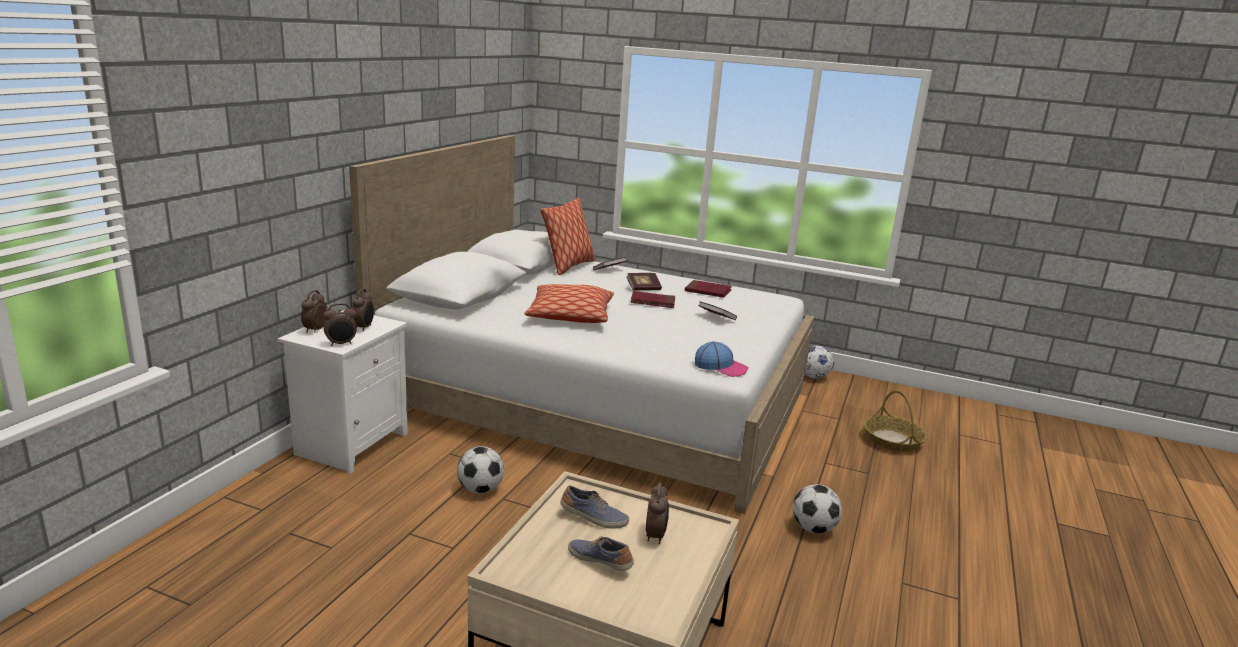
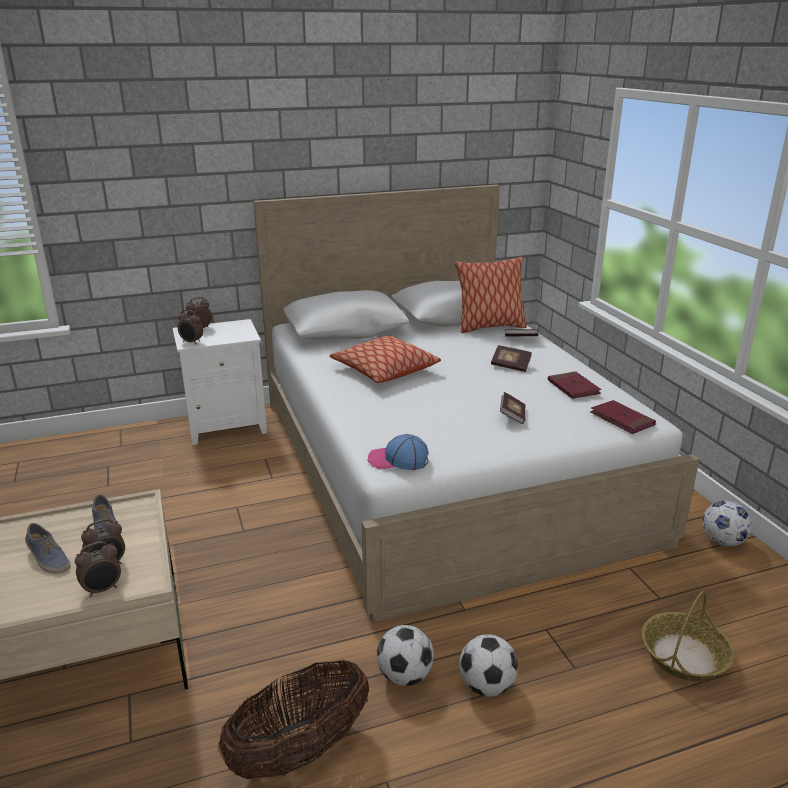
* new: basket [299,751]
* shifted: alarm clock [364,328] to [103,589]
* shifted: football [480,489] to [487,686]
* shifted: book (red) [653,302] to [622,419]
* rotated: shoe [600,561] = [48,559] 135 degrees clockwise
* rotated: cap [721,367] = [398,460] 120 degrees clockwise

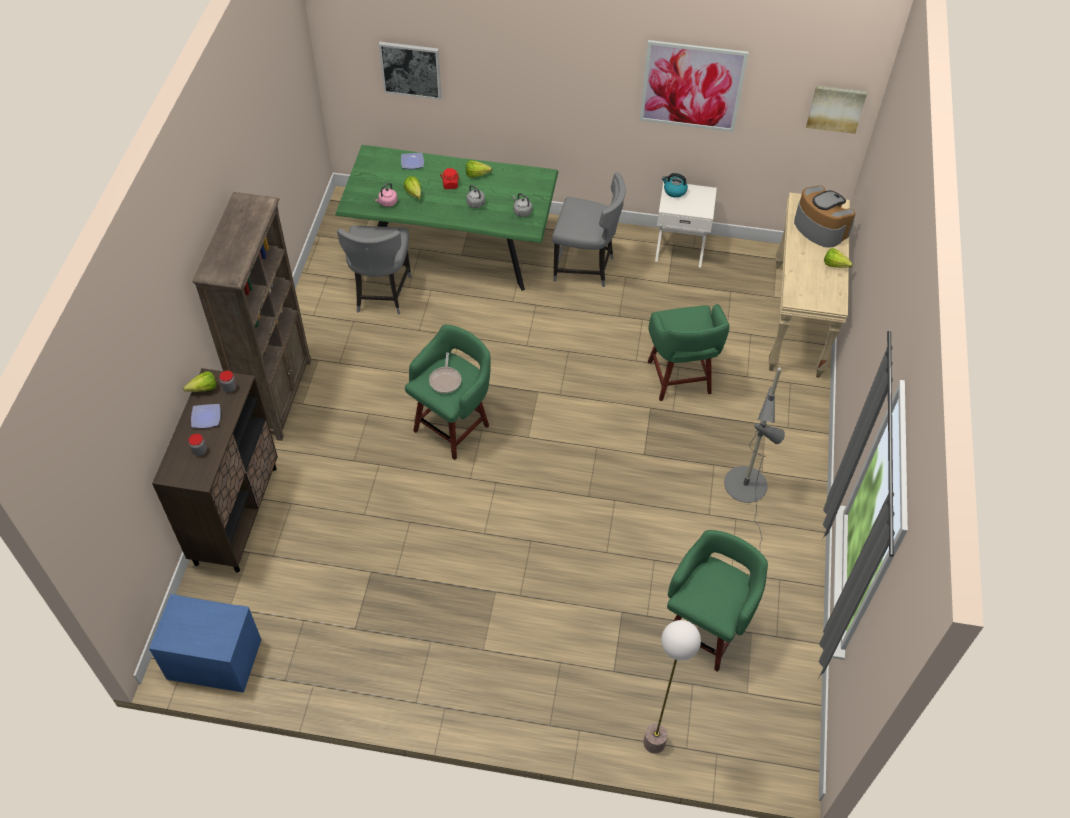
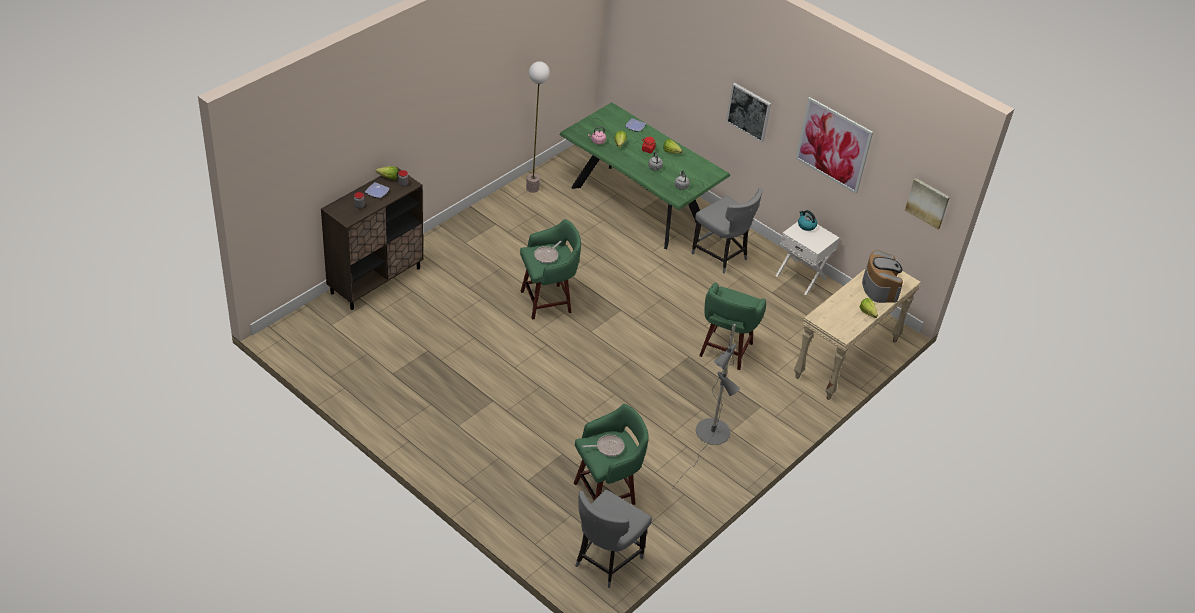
* gone: nightstand (blue) [214,658]
* gone: bookcase (brown) [278,396]
* new: frying pan [608,447]
* shifted: chair (grey) [381,294] to [606,561]
* shifted: picture [411,69] to [749,112]
* shifted: floor lamp [654,743] to [532,188]

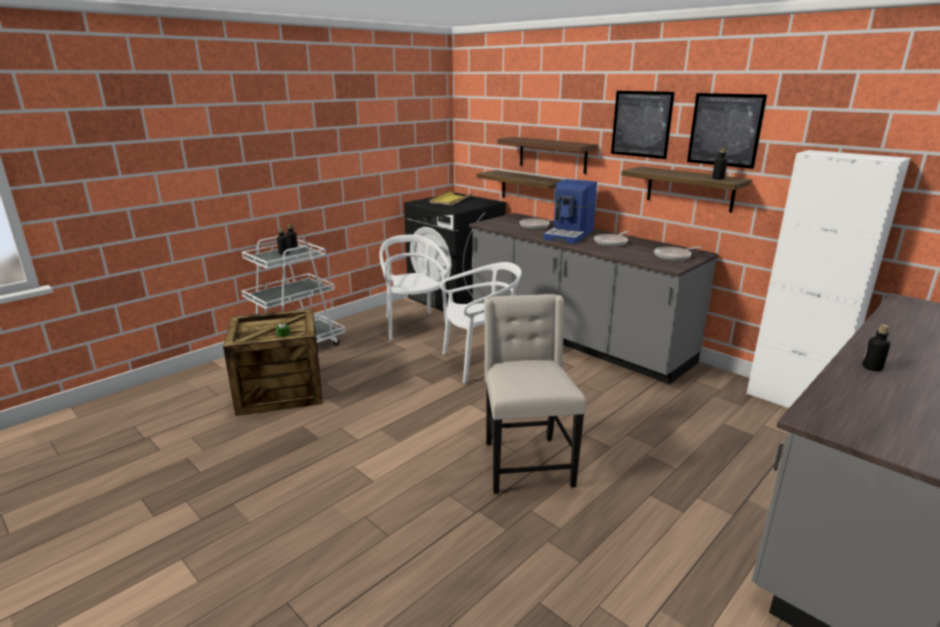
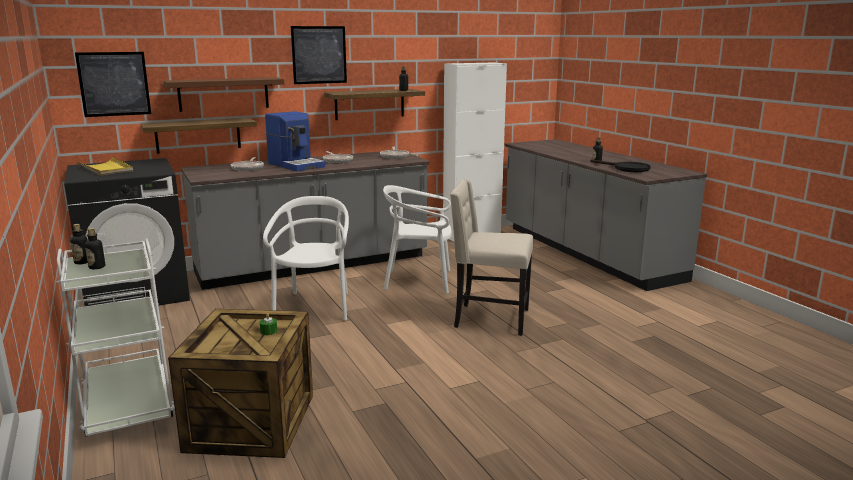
* new: frying pan (black) [626,168]
* shifted: chair (white) [414,326] to [419,281]
* shifted: picture [725,130] to [114,84]

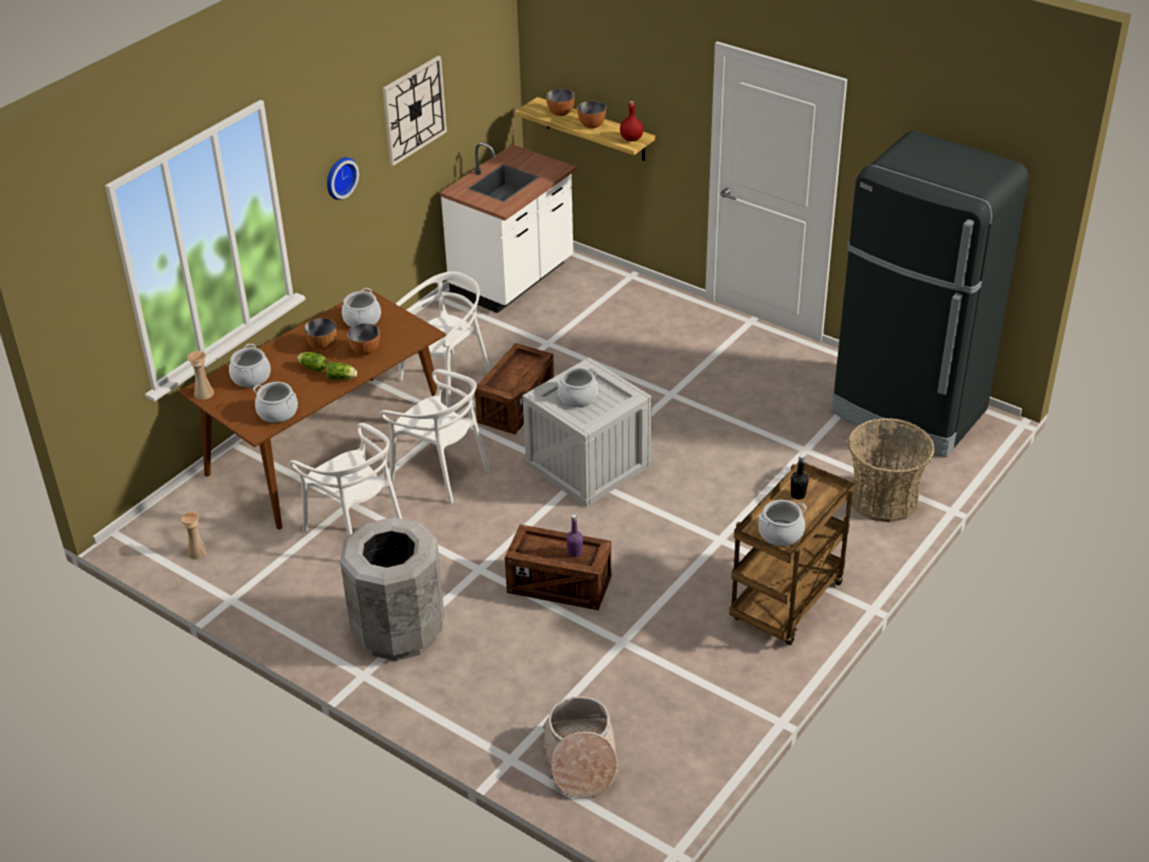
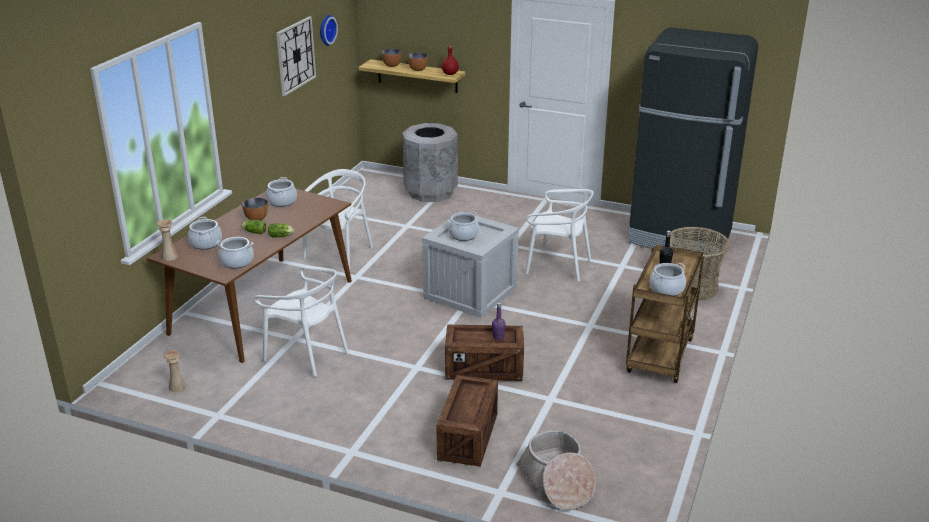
* gone: bowl [365,351]
* gone: counter (white) [513,280]
* shifted: wall clock [339,177] to [326,30]
* shifted: trash can (grey) [398,631] to [430,192]
* shifted: chair (white) [440,472] to [558,266]
* shifted: crate [516,405] to [468,437]

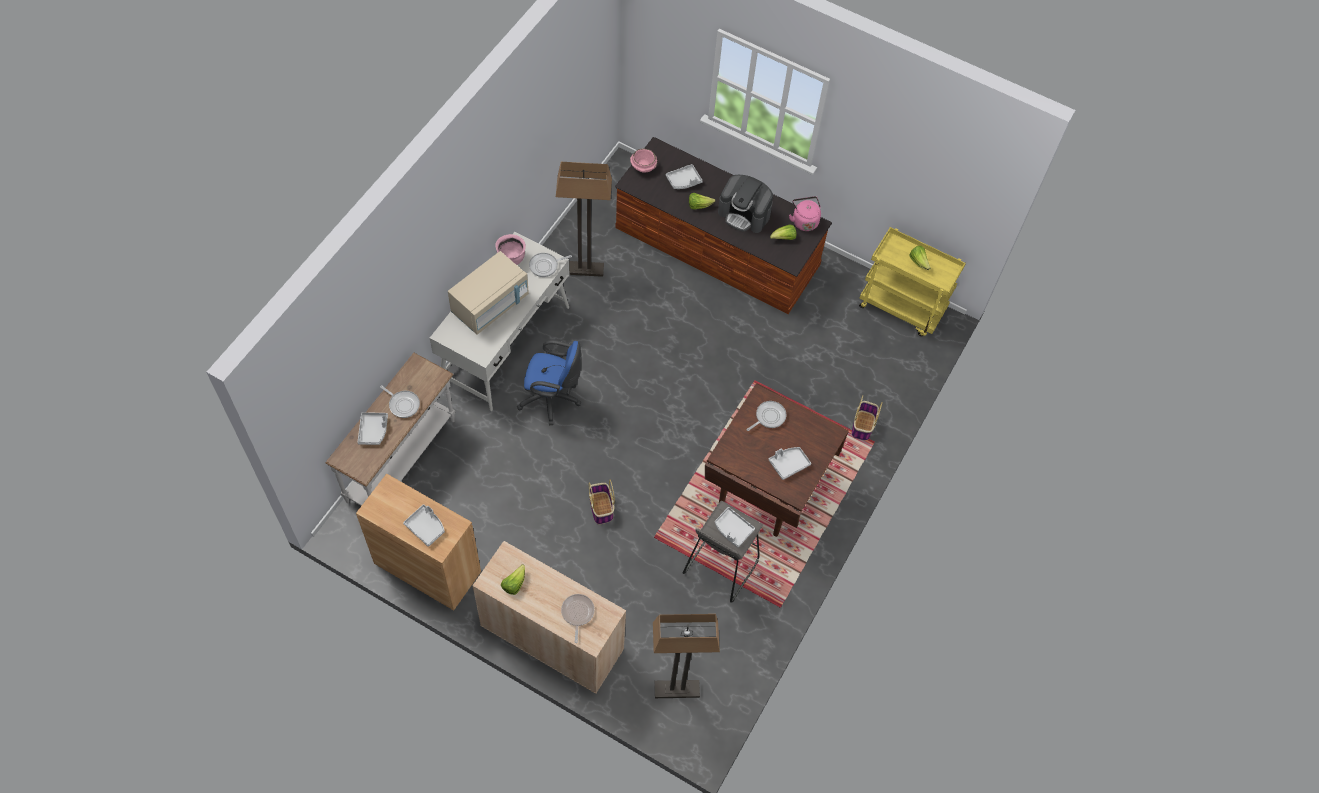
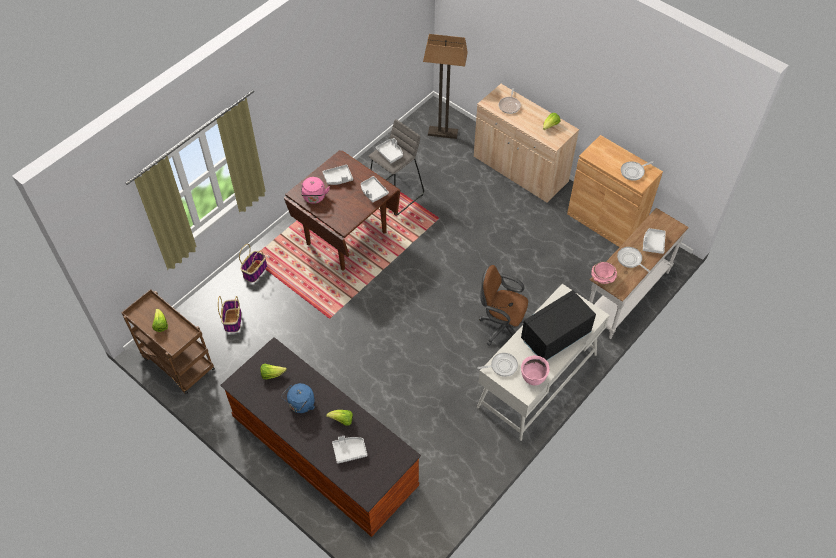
* gone: floor lamp [585,269]
* shifted: tray (grey) [426,527] to [373,192]
* shifted: basket [601,508] to [232,320]
* shifted: bowl (pink) [643,167] to [602,278]
* shifted: frying pan [768,417] to [633,172]
* shifted: kettle (pink) [804,221] to [314,198]
* swapped: coffee machine [744,214] to kettle (blue) [300,405]
* repainted: microwave (beige) [490,305] to microwave (black) [555,336]
* repainted: office chair (blue) [552,399] to office chair (brown) [501,327]
* repainted: cart (yellow) [902,308] to cart (brown) [177,363]

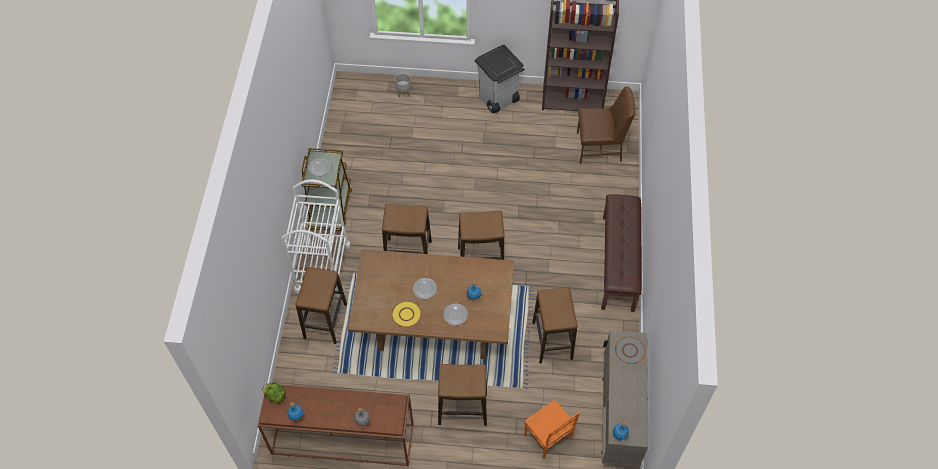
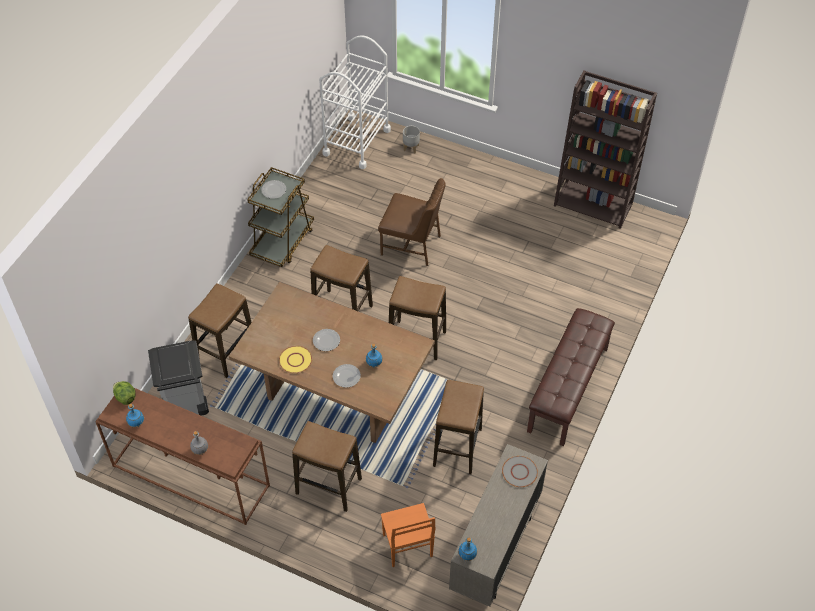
* shifted: cart (white) [322,268] to [356,142]
* shifted: trash can (grey) [498,100] to [185,405]
* shifted: chair (brown) [600,147] to [412,245]

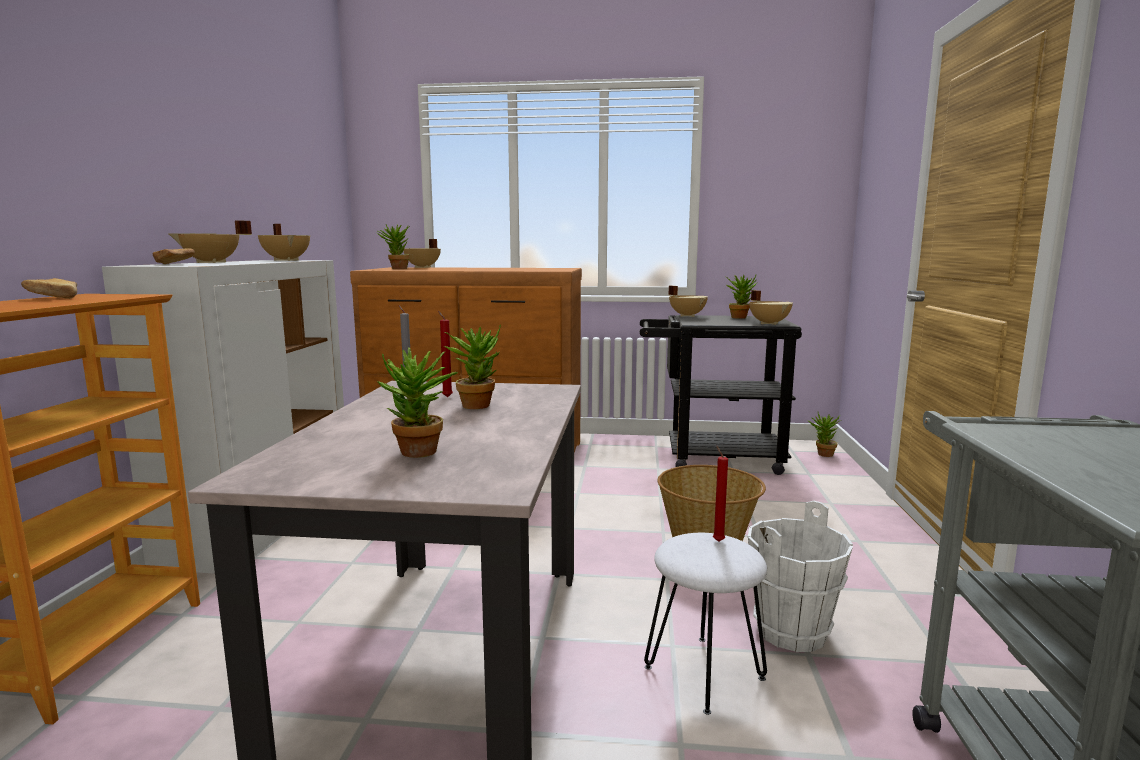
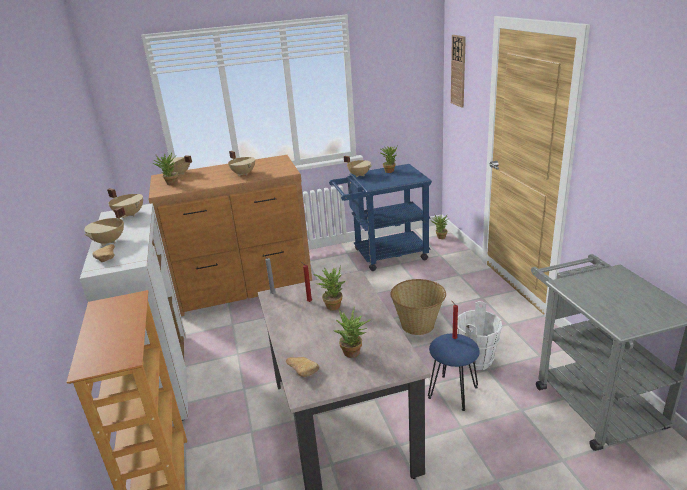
* new: wall clock [458,71]
* shifted: bread [56,297] to [301,370]
* shifted: cooking pot (beige) [769,323] to [244,173]
* repainted: cart (black) [712,458] to cart (blue) [384,255]
* repainted: stool (white) [705,673] to stool (blue) [453,392]

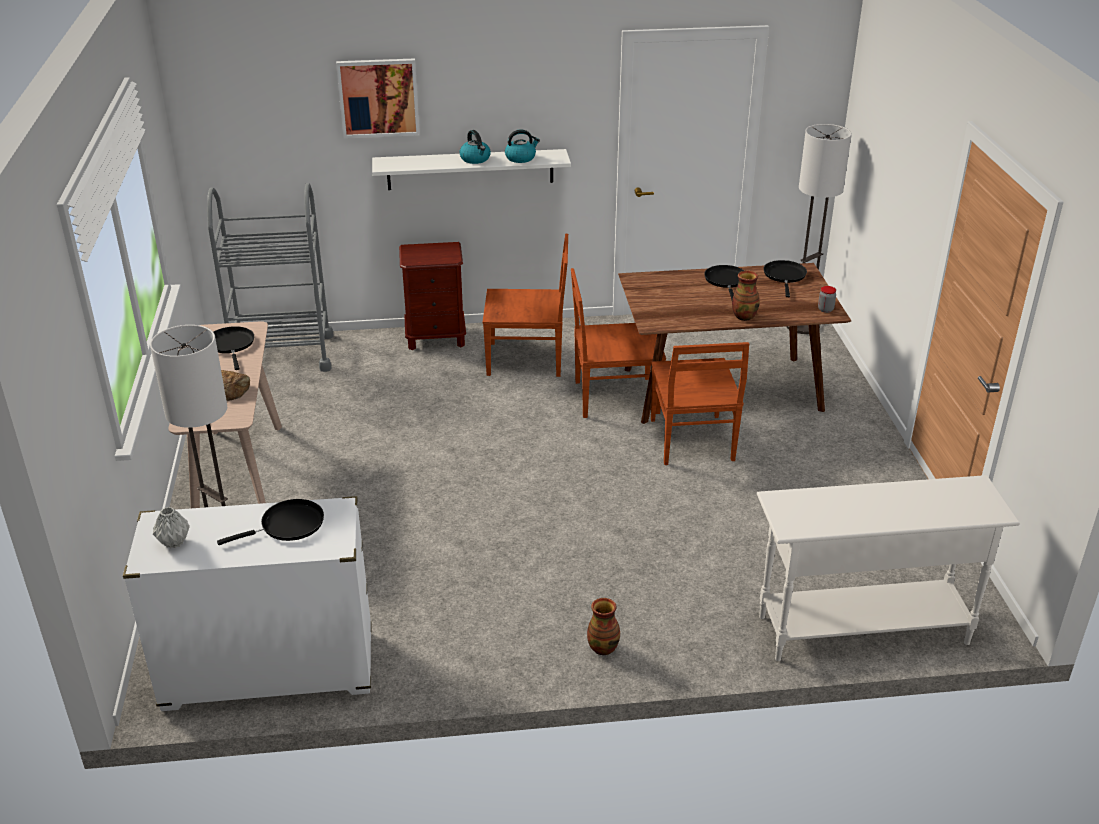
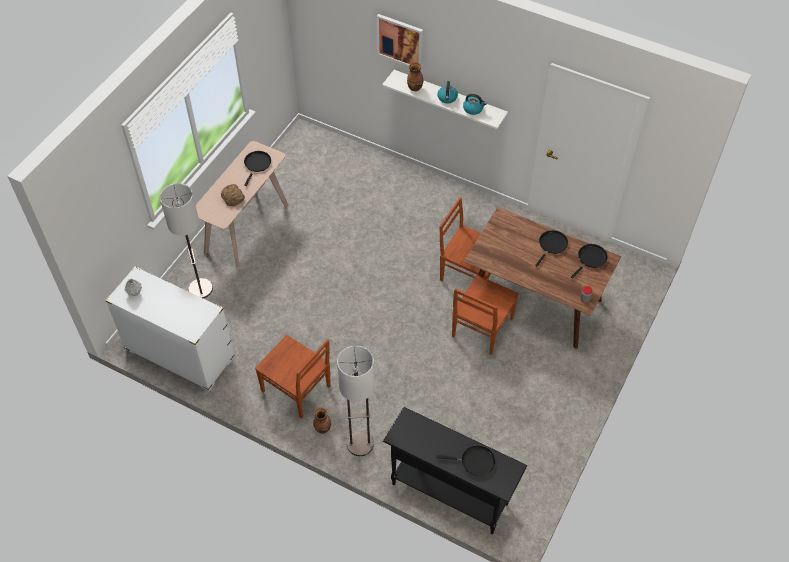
* gone: cart (grey) [282,355]
* gone: nightstand (brown) [436,338]
* shifted: frying pan (black) [288,525] to [475,462]
* shifted: chair (brown) [527,359] to [297,389]
* shifted: vase [744,316] to [415,87]
* shifted: floor lamp [802,325] to [360,444]
* repainted: console table (white) [861,629] to console table (black) [449,493]

